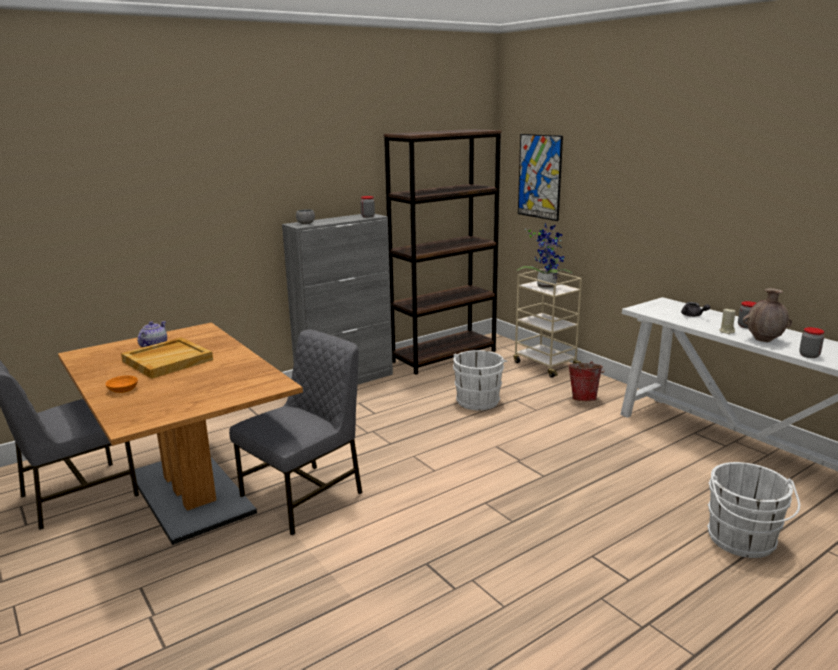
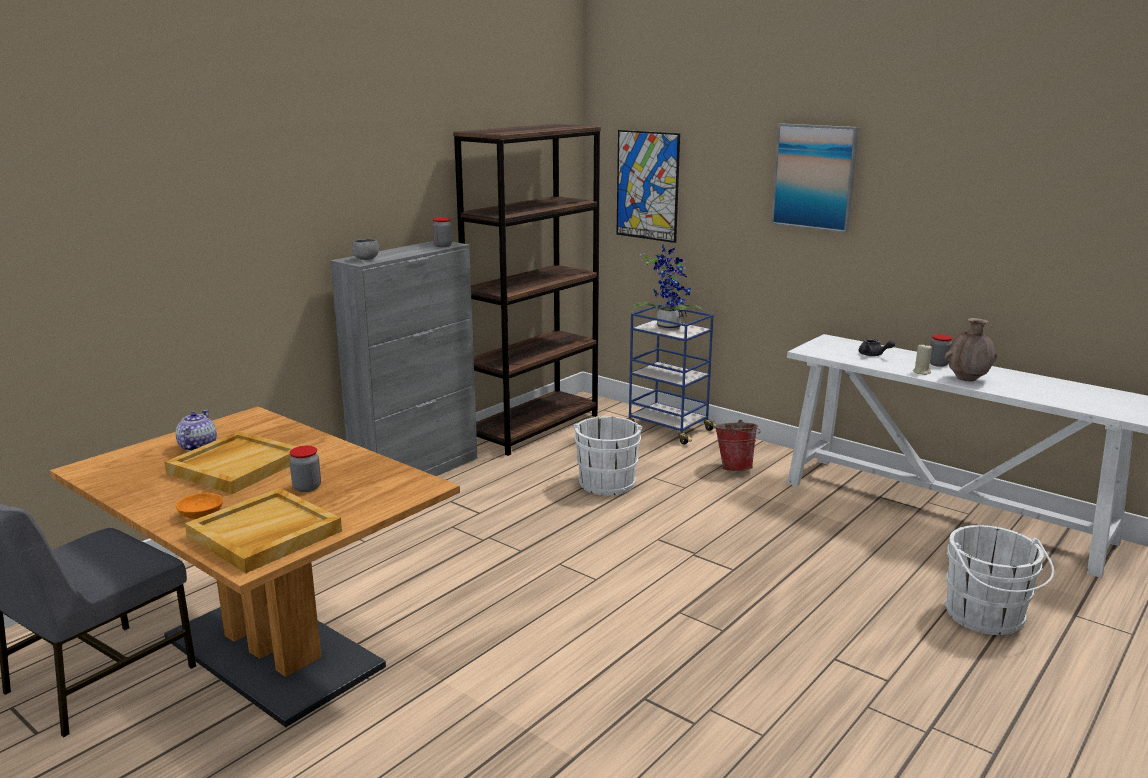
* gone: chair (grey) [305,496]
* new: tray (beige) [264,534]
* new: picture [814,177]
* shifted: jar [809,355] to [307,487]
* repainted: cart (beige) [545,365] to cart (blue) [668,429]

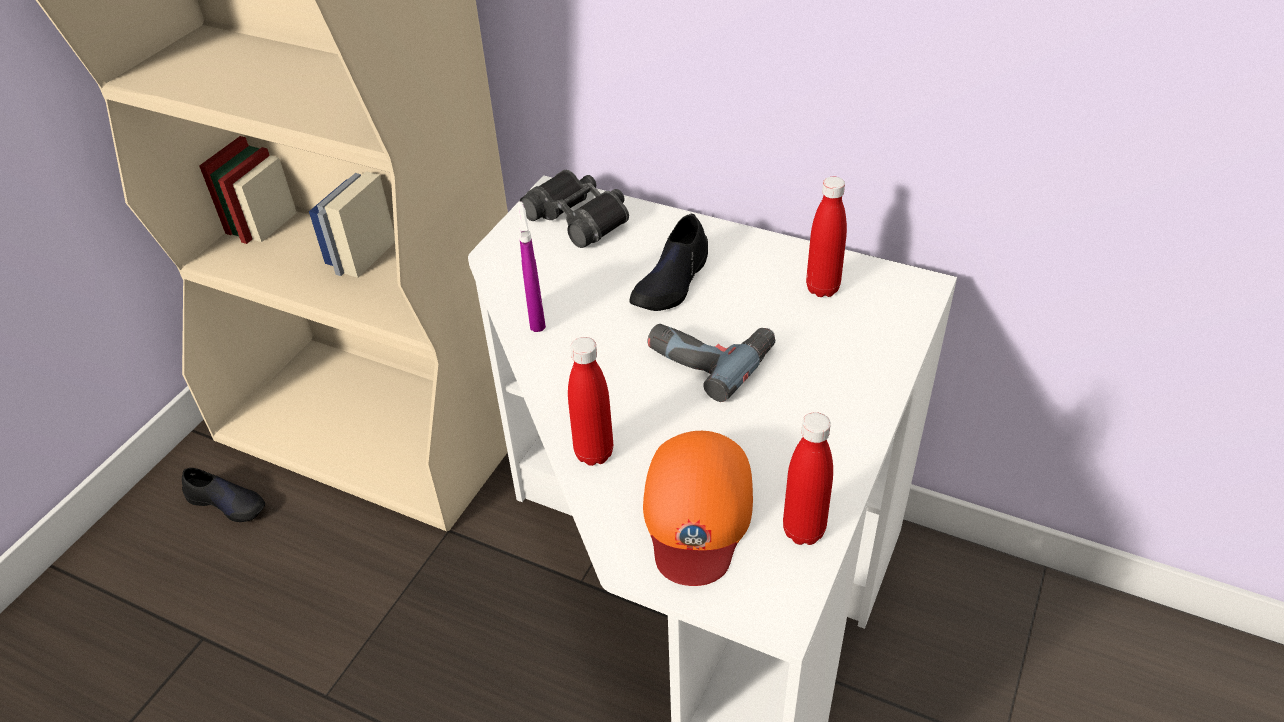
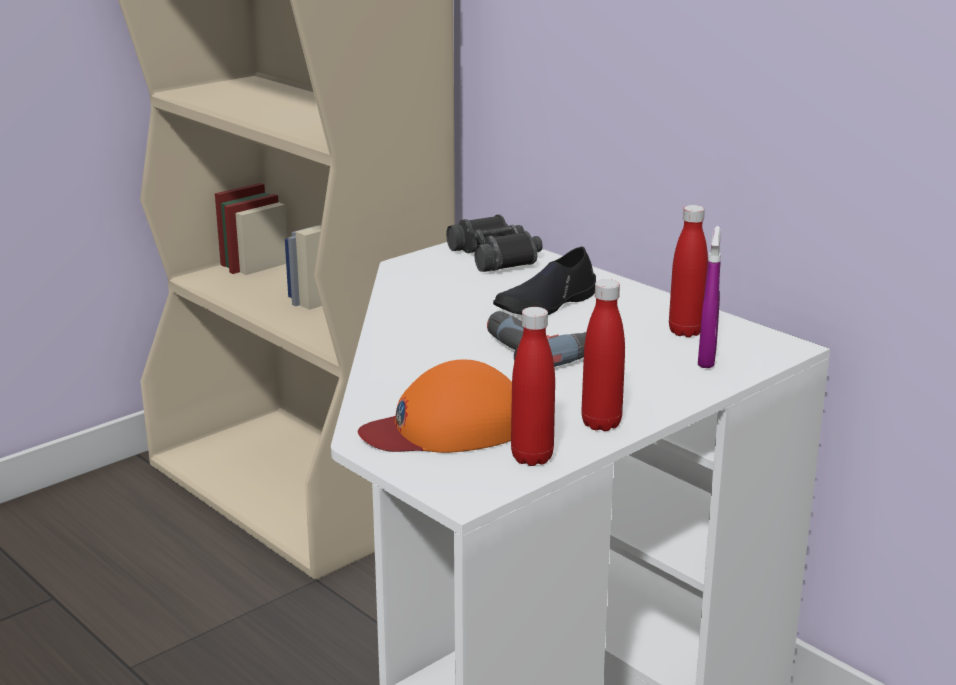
* gone: shoe (black) [227,503]
* shifted: spray bottle (purple) [536,318] to [706,359]
* shifted: bottle (red) [594,453] to [601,424]
* rotated: cap (orange) [697,512] = [446,428] 45 degrees clockwise

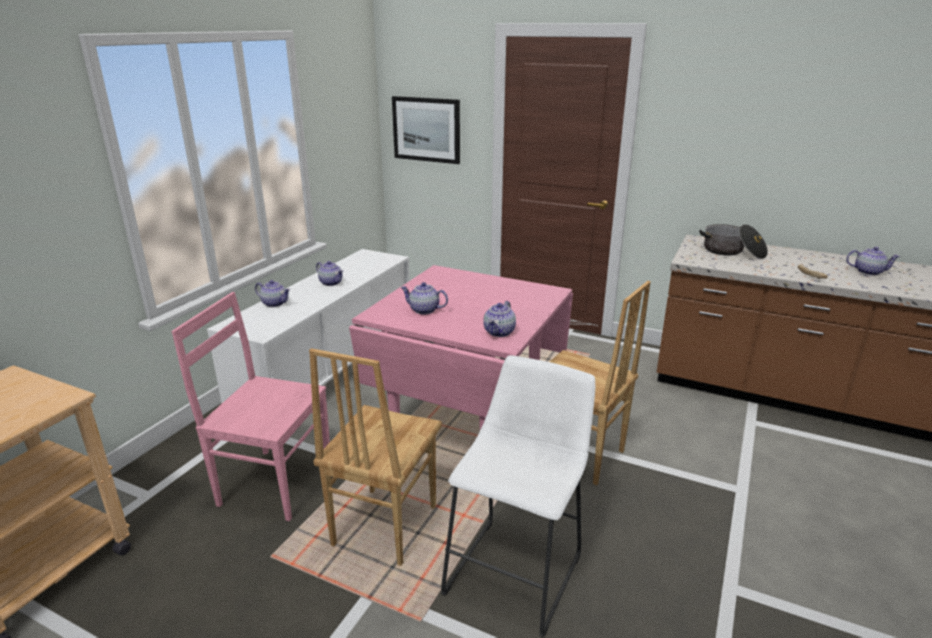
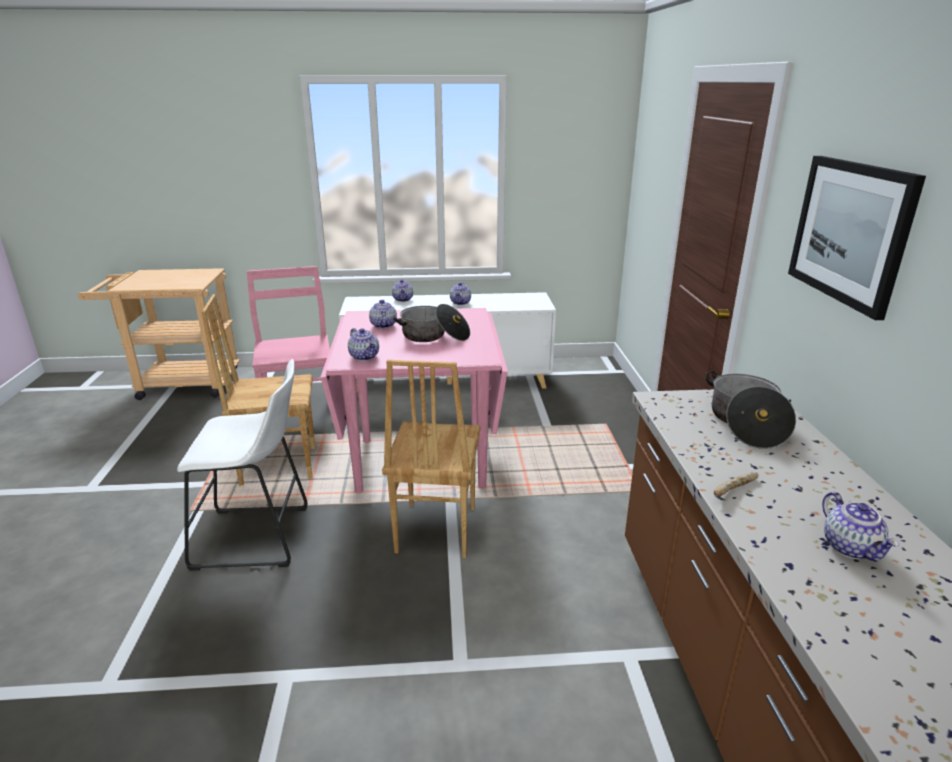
* new: cooking pot [434,336]
* shifted: picture [426,129] to [850,232]
* rotated: teapot [499,332] = [365,356] 120 degrees counterclockwise

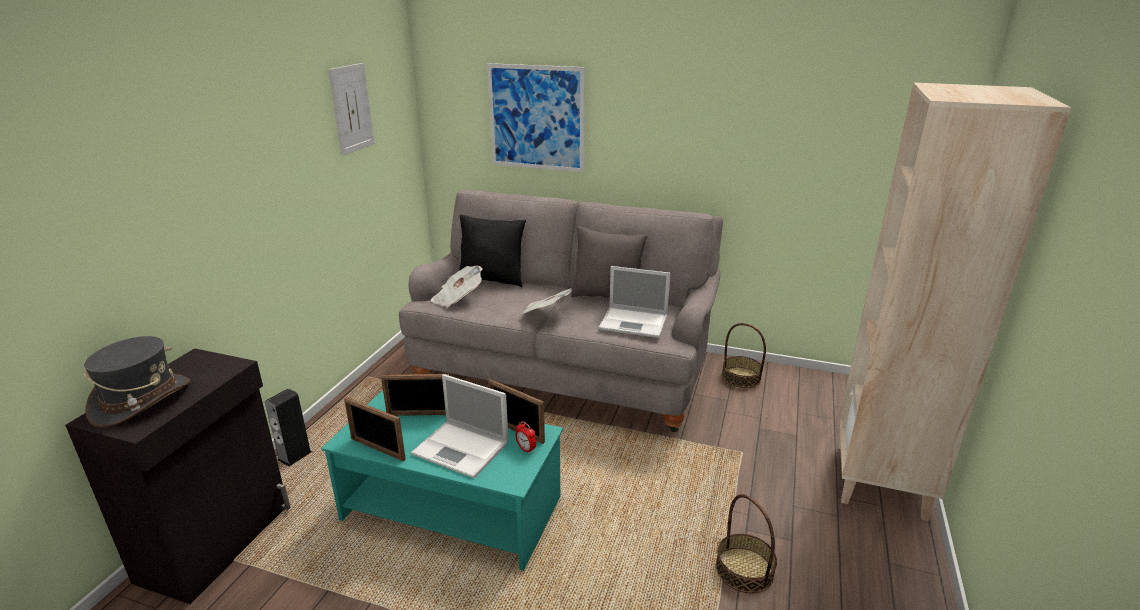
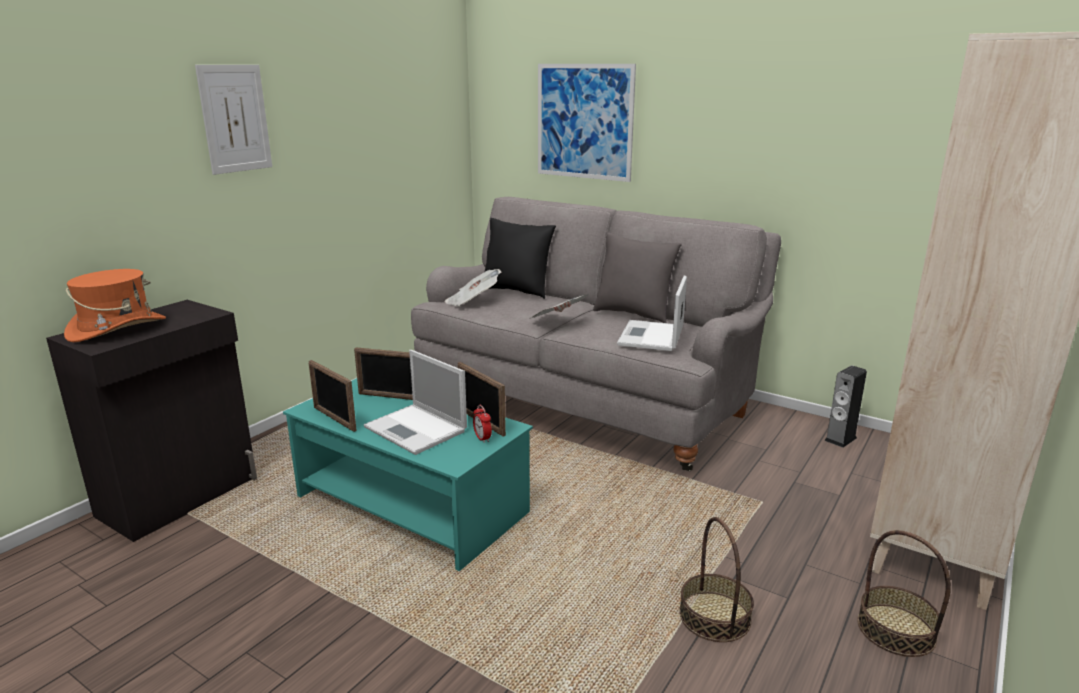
* shifted: speaker [295,456] to [840,439]
* shifted: picture [352,108] to [235,119]
* shifted: basket [741,377] to [896,630]
* repainted: hat (grey) [141,400] to hat (orange) [117,328]
* rotated: laptop [635,322] = [651,337] 75 degrees clockwise

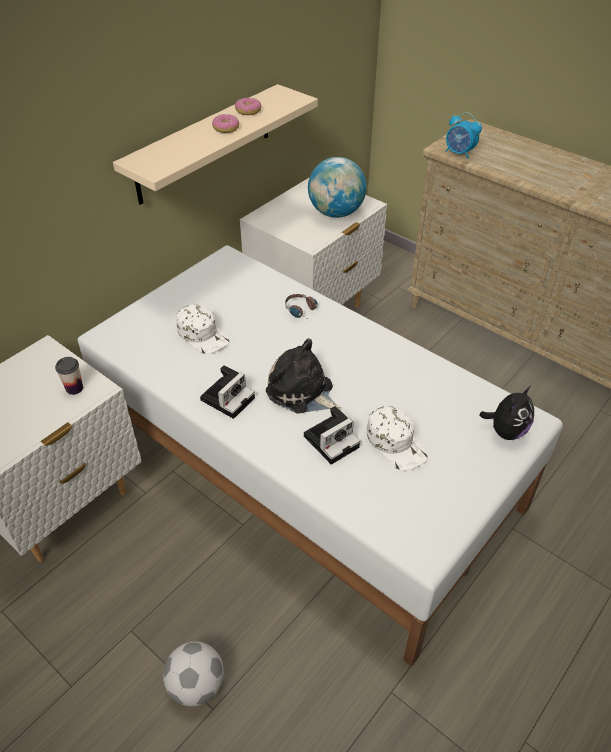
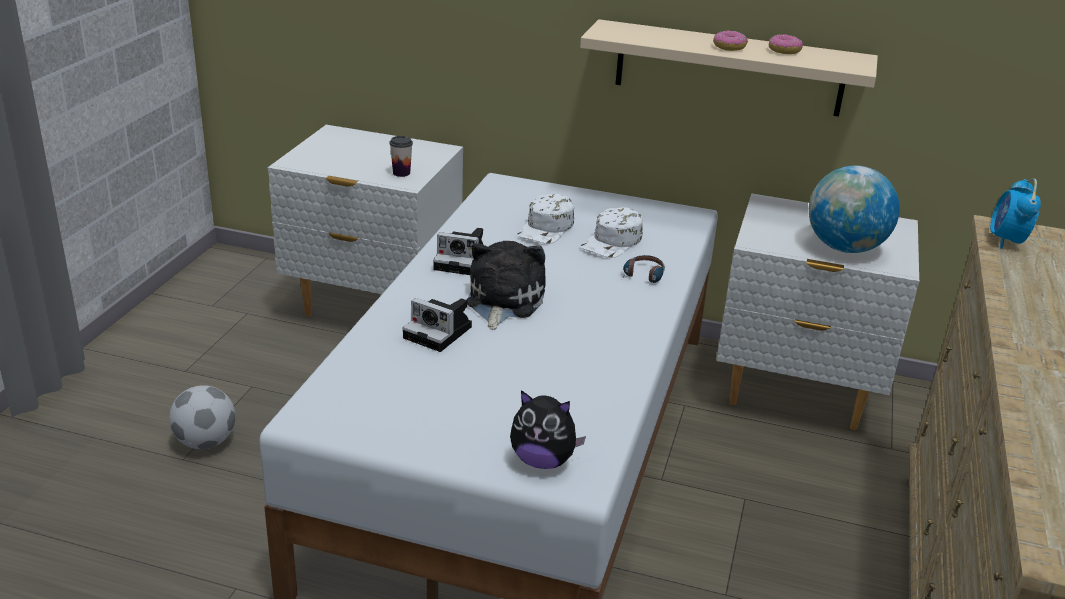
* shifted: cap (white) [396,443] to [612,242]

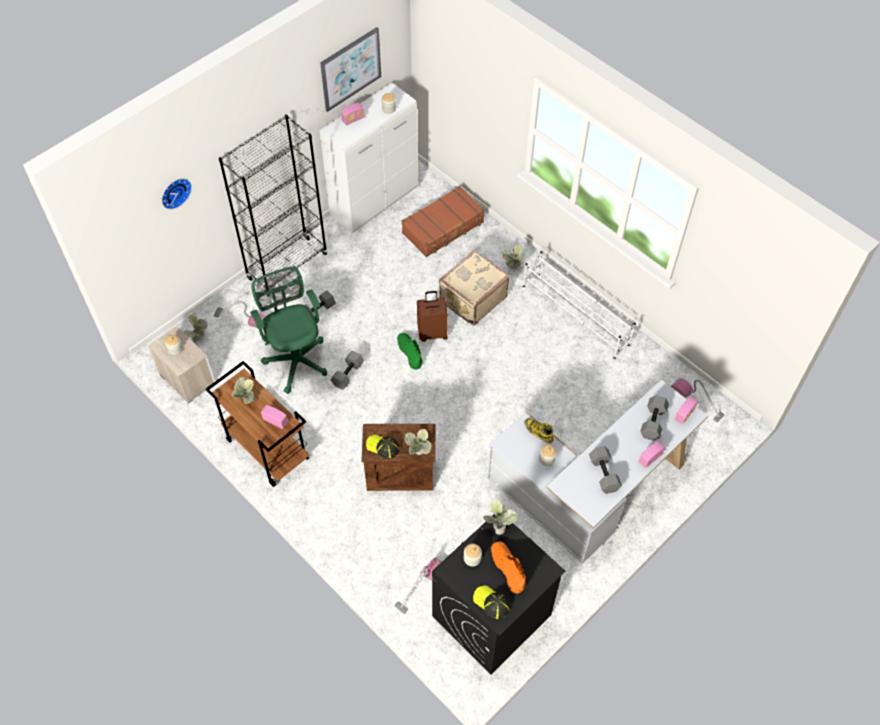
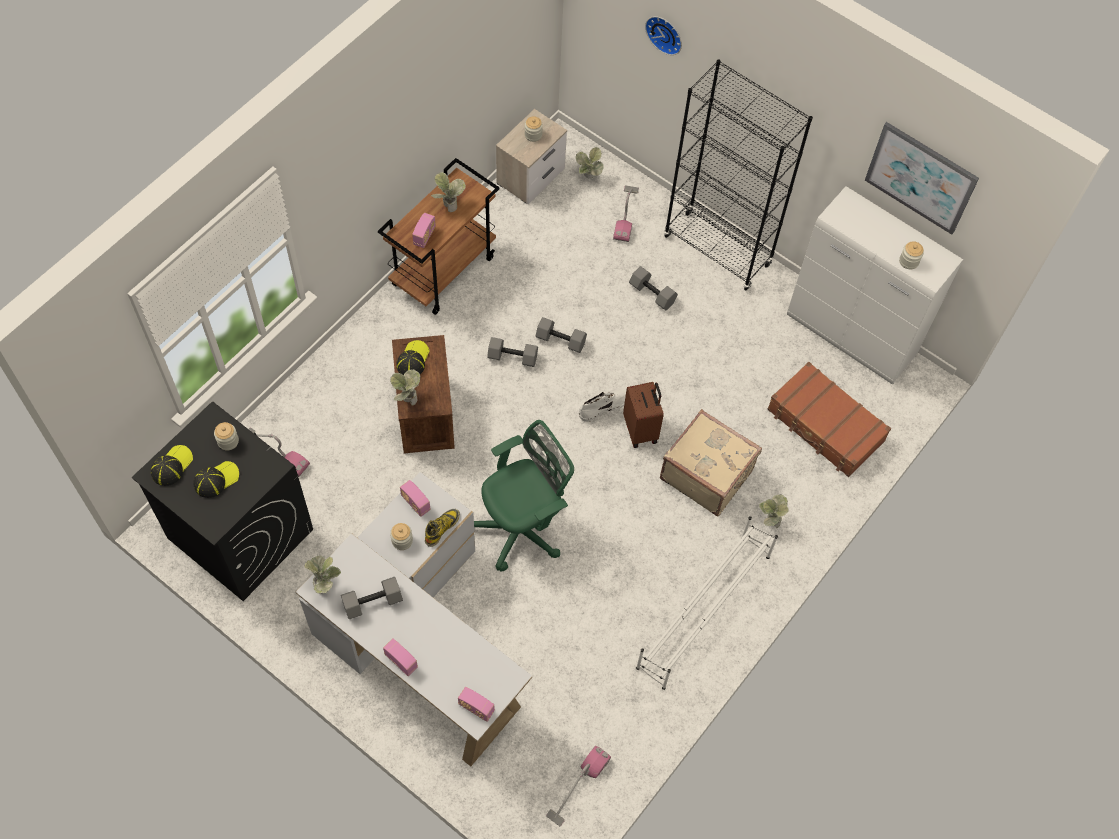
* shifted: office chair (green) [296,358] to [522,528]
* shifted: radio [353,119] to [415,503]
* shifted: potted plant [498,526] to [325,584]
* shifted: dumbbell (grey) [653,423] to [512,358]
* swapped: boot (orange) [507,568] to cap [216,479]
* repainted: boot (green) [409,352] to boot (white) [605,405]

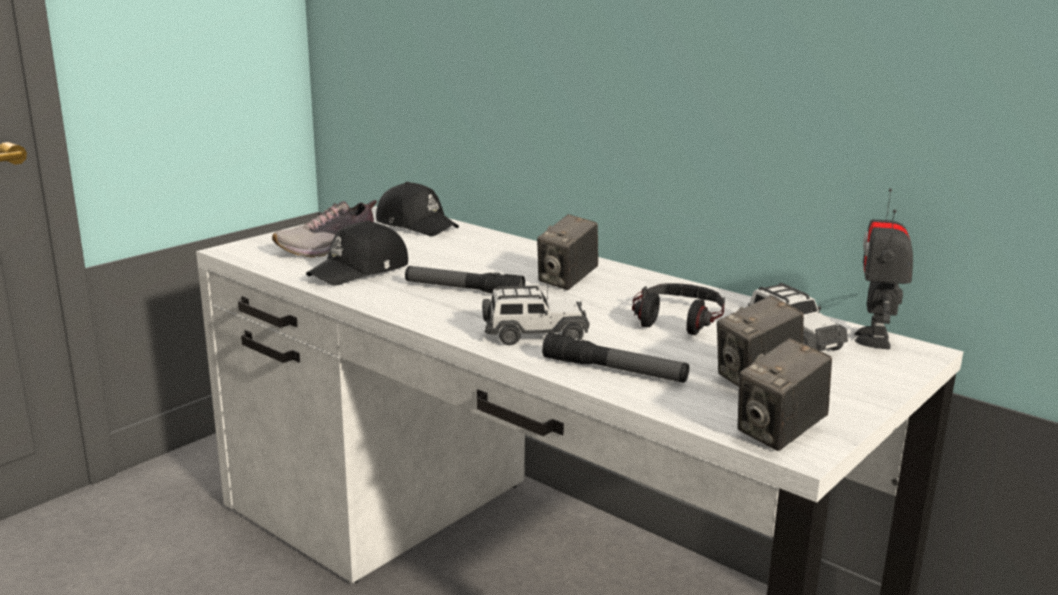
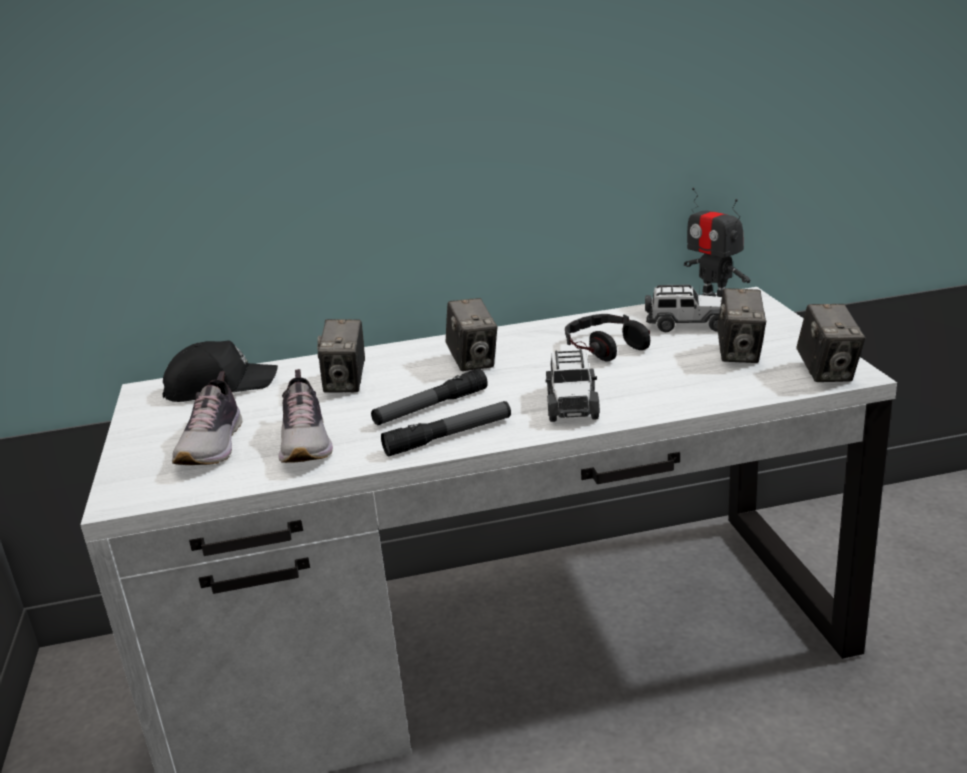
* new: photo camera [346,383]
* shifted: flashlight [614,370] to [449,436]
* swapped: cap (black) [361,271] to shoe [307,442]
* rotated: toy car [535,335] = [572,404] 150 degrees clockwise

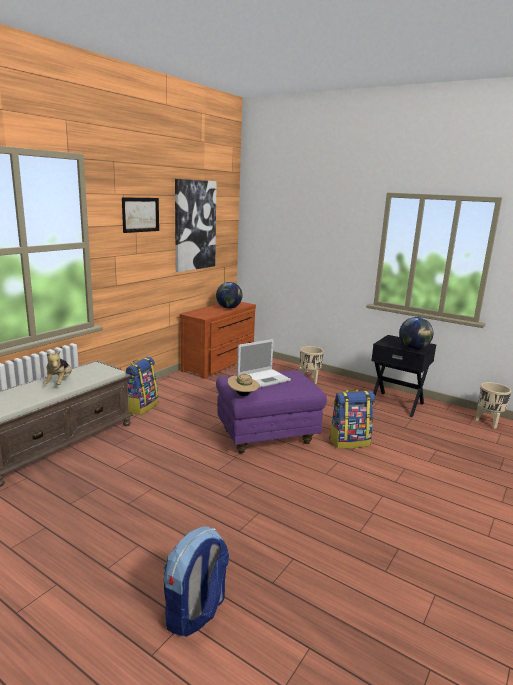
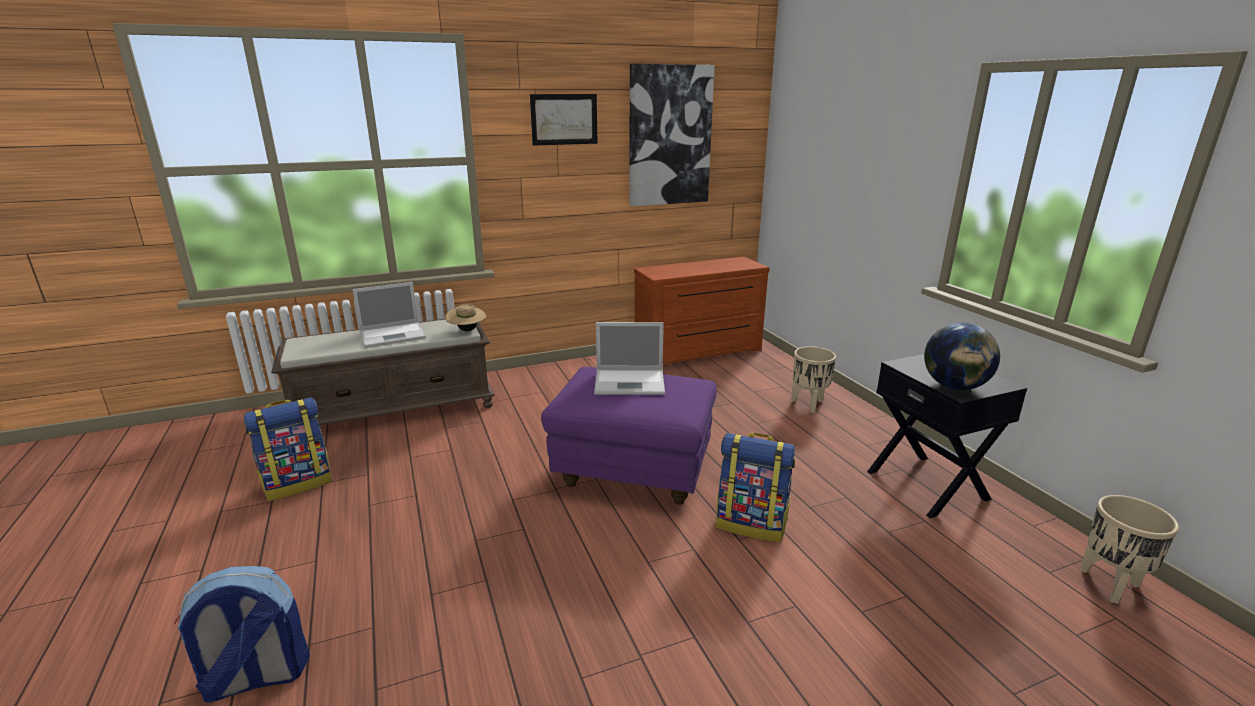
* gone: globe [228,308]
* shifted: backpack [141,407] to [298,483]
* shifted: hat (beige) [243,395] to [467,330]
* swapped: plush toy [59,382] to laptop [394,335]

